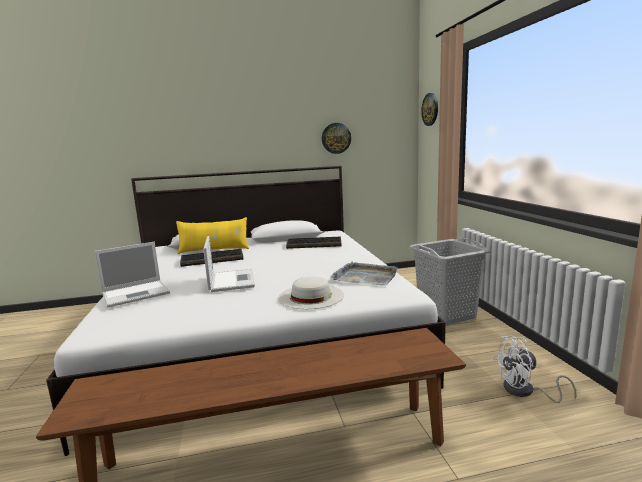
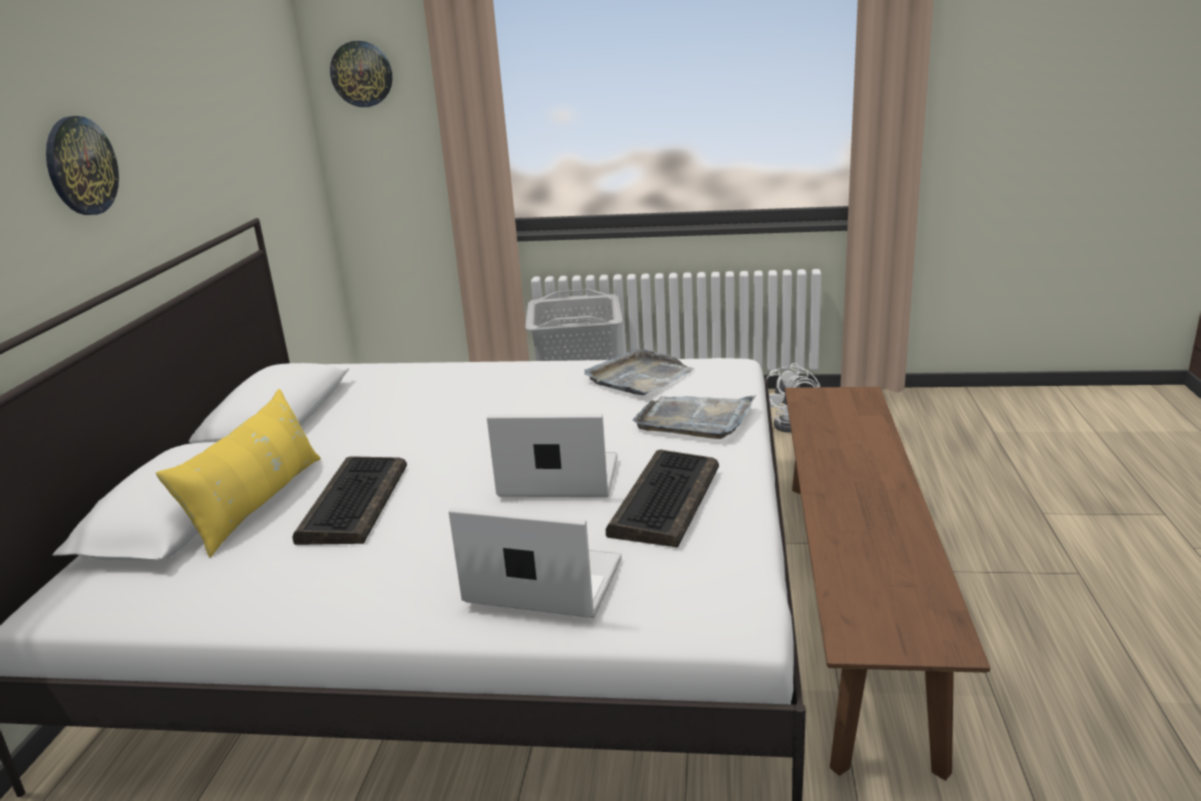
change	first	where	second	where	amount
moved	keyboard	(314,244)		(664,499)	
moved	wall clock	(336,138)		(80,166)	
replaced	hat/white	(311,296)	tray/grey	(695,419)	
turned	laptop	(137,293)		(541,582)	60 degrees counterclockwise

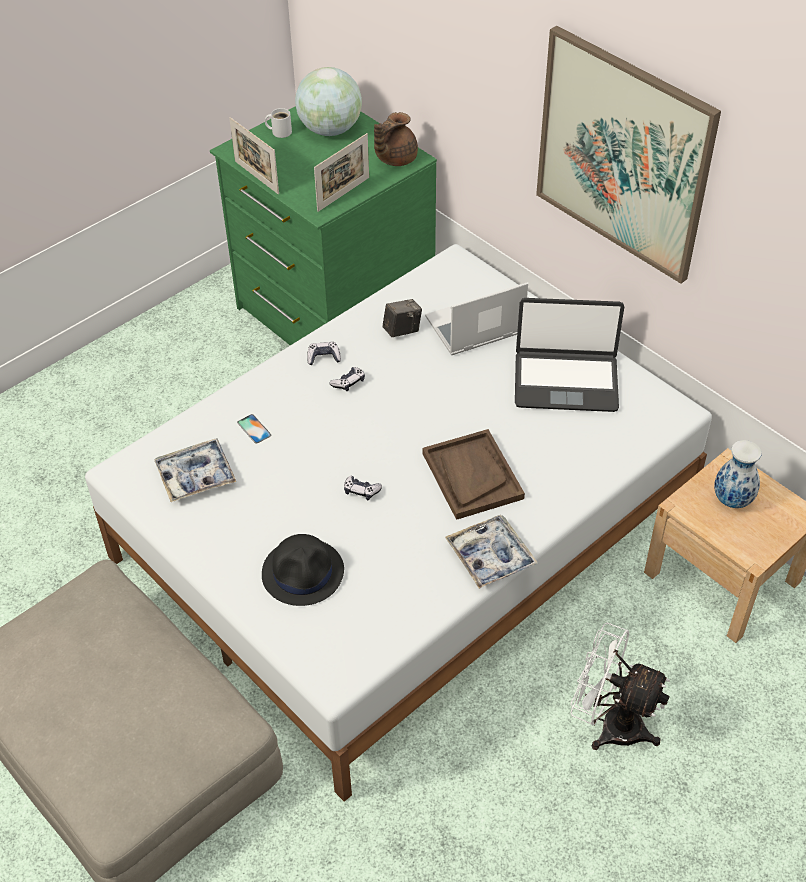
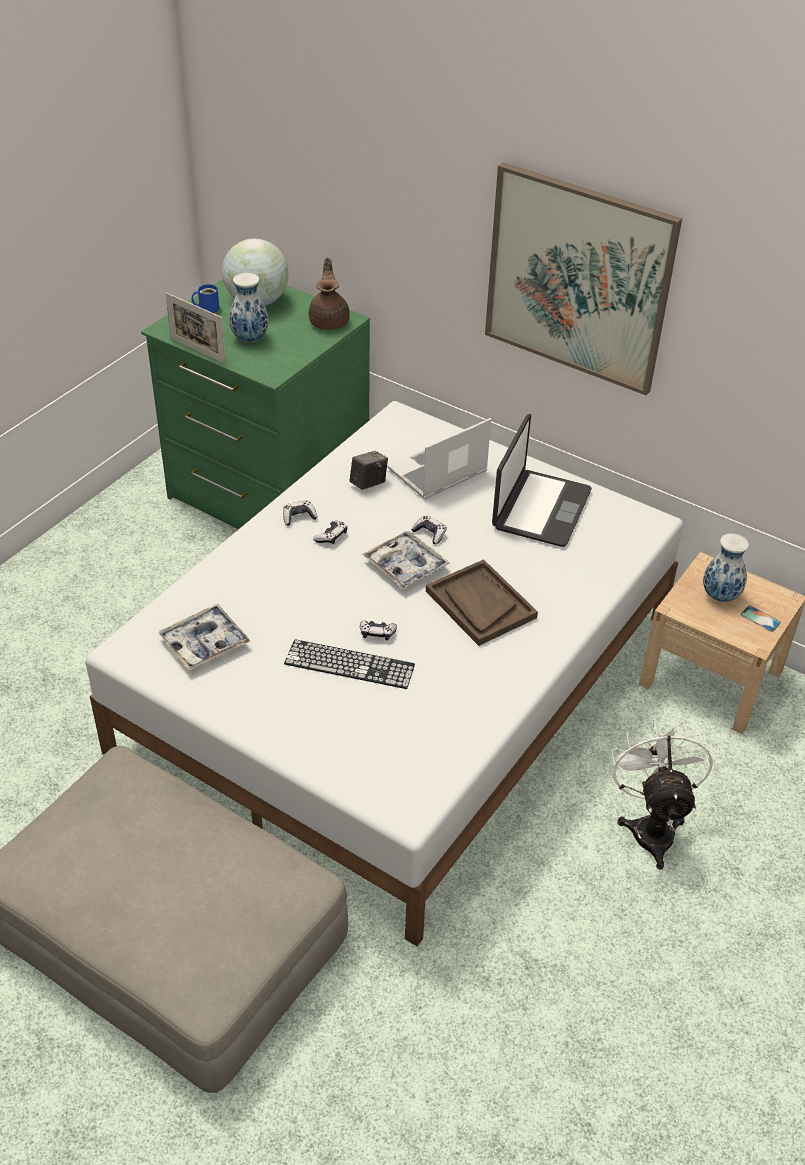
change	first	where	second	where	amount
removed	hat/black	(303,572)			
removed	picture frame	(343,194)			
added			vase	(249,339)	
added			keyboard	(349,664)	
added			game controller	(429,533)	
moved	phone	(254,429)		(760,618)	
moved	tray	(490,556)		(405,566)	
recoloured	mug/white	(280,131)	mug/blue	(207,308)	
turned	teapot/brown	(394,159)		(329,321)	150 degrees clockwise
turned	laptop	(565,381)		(540,509)	60 degrees counterclockwise
turned	fan/white	(610,724)		(651,826)	75 degrees clockwise

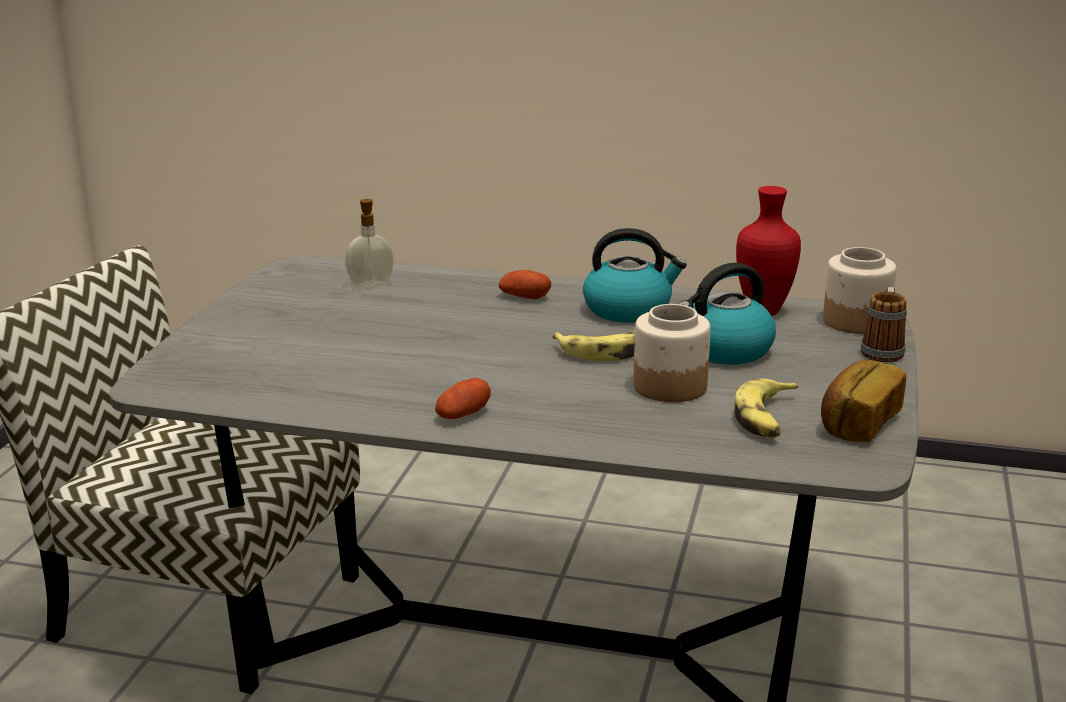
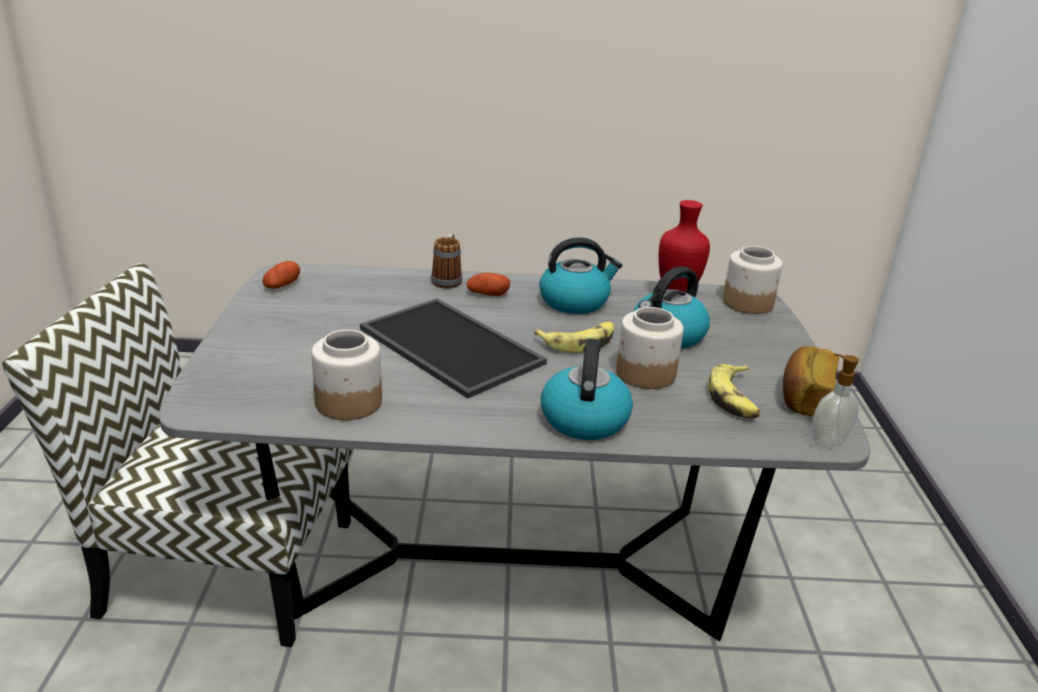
change	first	where	second	where	amount
added			jar	(347,402)	
added			tray	(447,346)	
added			kettle	(584,418)	
moved	soap dispenser	(370,284)		(827,441)	
moved	potato	(463,414)		(282,285)	
moved	mug	(883,350)		(447,279)	

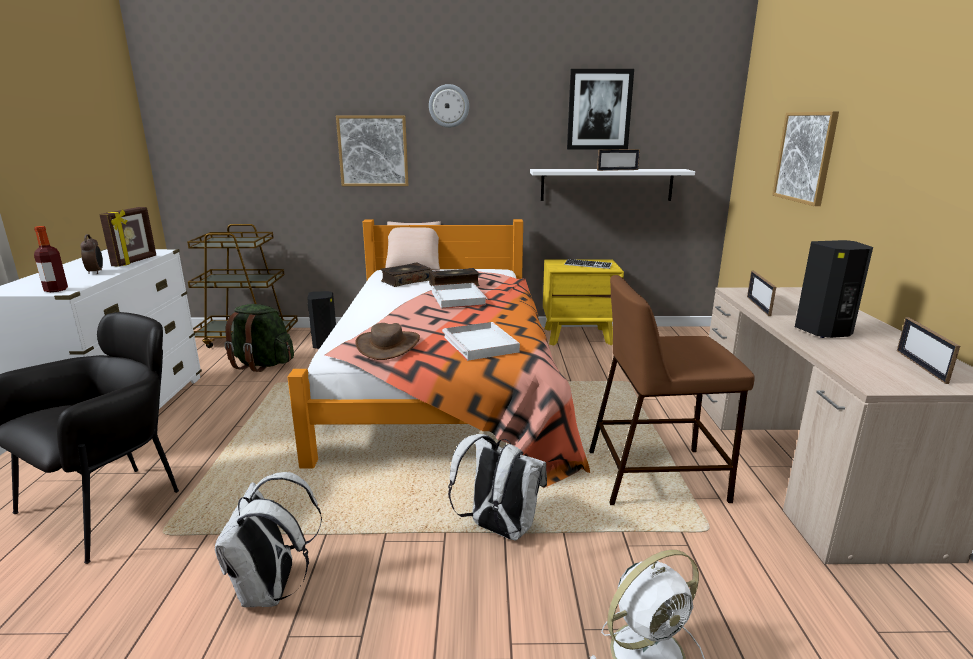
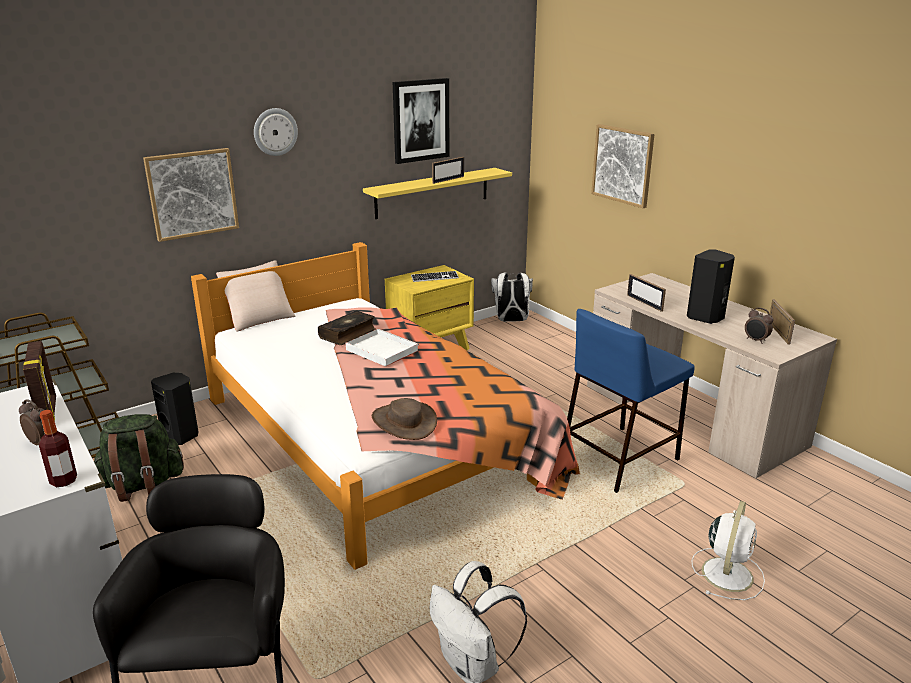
change	first	where	second	where	amount
removed	book	(406,281)			
removed	tray/white	(481,344)			
added			alarm clock	(756,340)	
moved	backpack/white	(498,529)		(511,321)	
recoloured	shelf/white	(606,184)	shelf/yellow	(432,193)	
recoloured	stool/brown	(657,475)	stool/blue	(619,457)	
turned	picture frame	(921,366)		(778,332)	150 degrees counterclockwise

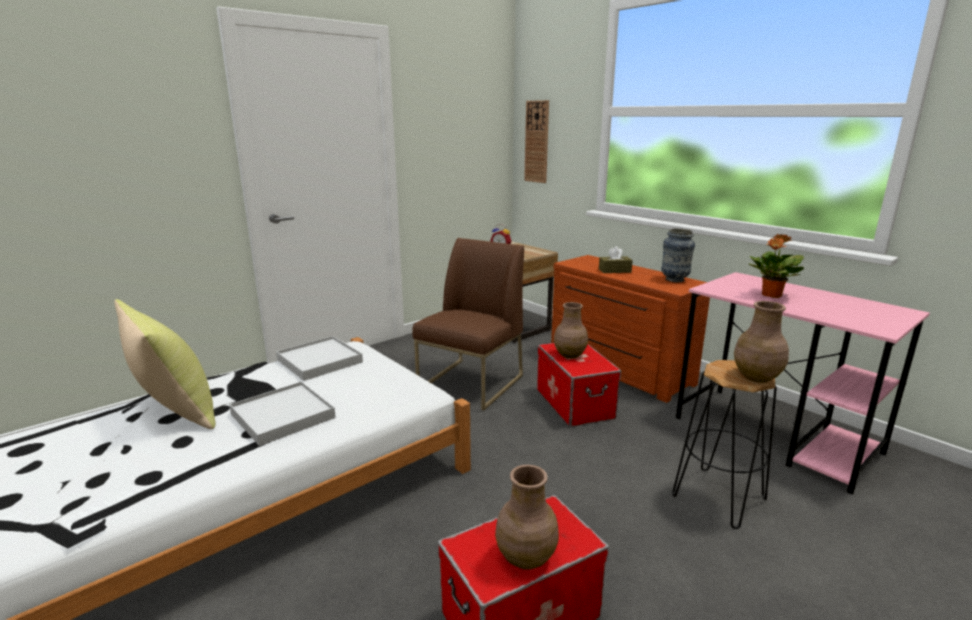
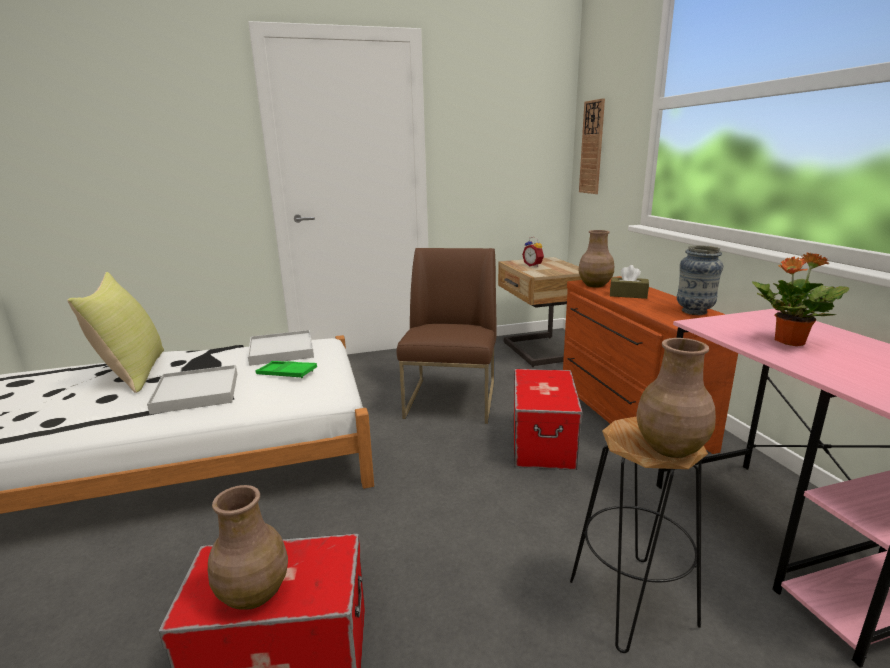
change	first	where	second	where	amount
added			tray/green	(286,373)	
moved	vase/brown	(569,355)		(594,285)	
turned	chair/brown	(471,384)		(452,400)	45 degrees counterclockwise

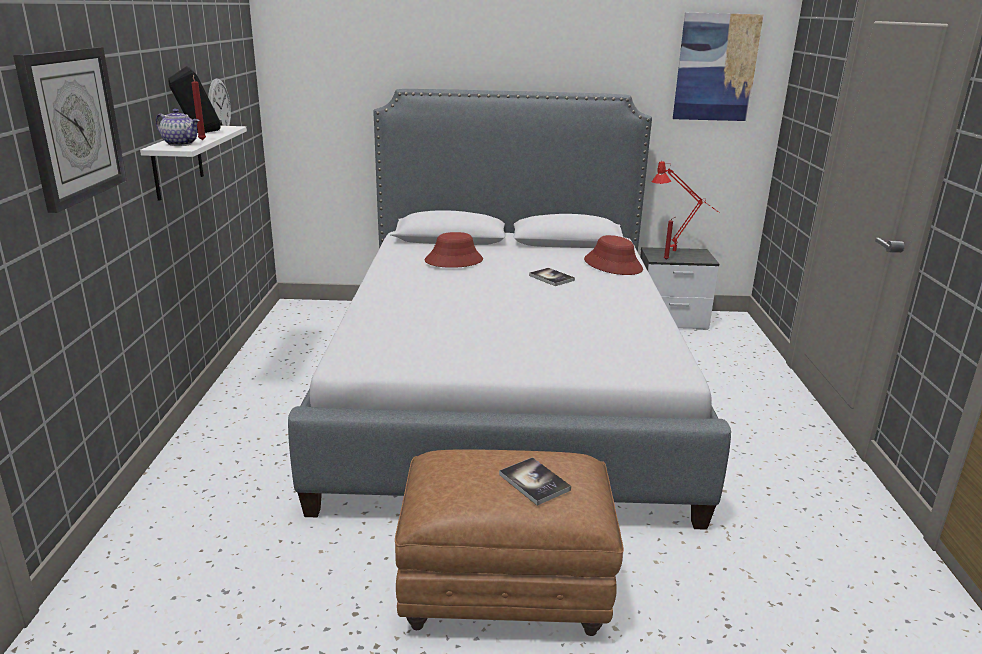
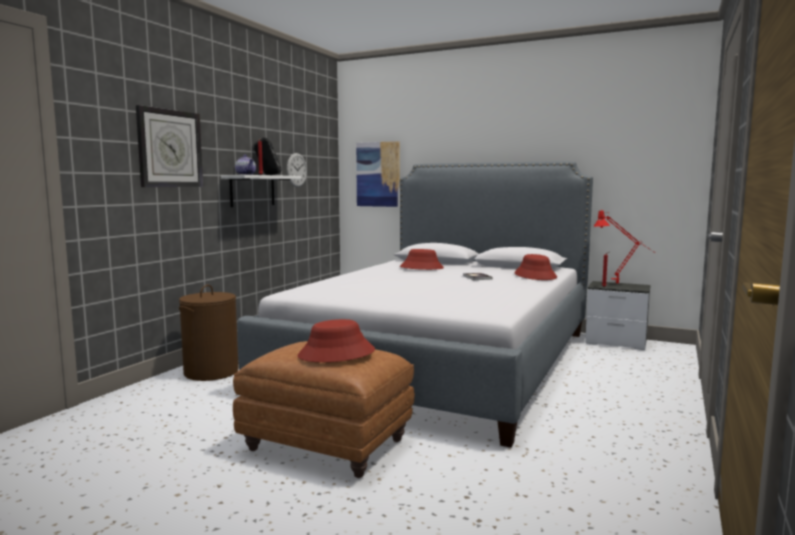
change	first	where	second	where	amount
added			laundry basket/brown	(211,372)	
moved	picture	(716,67)		(378,174)	
replaced	book	(534,482)	hat/red	(336,354)	

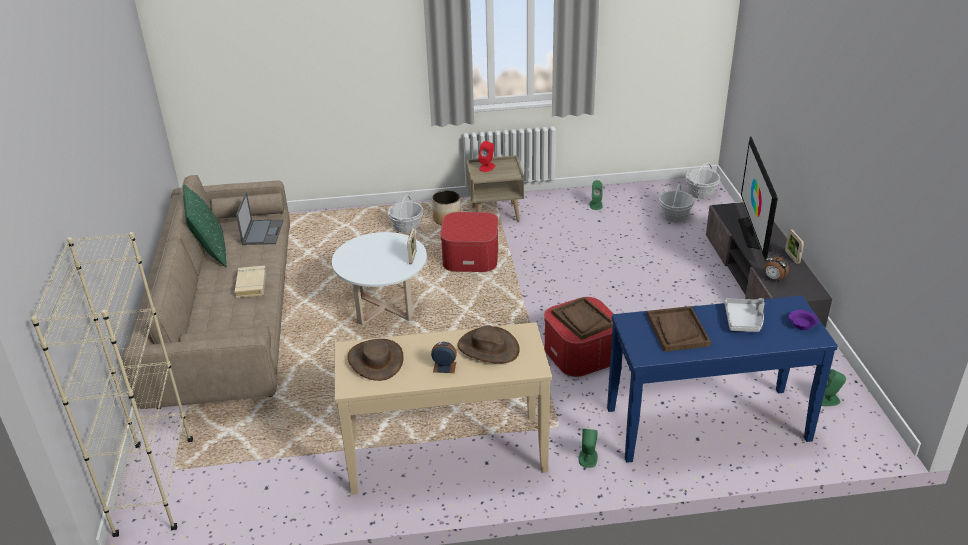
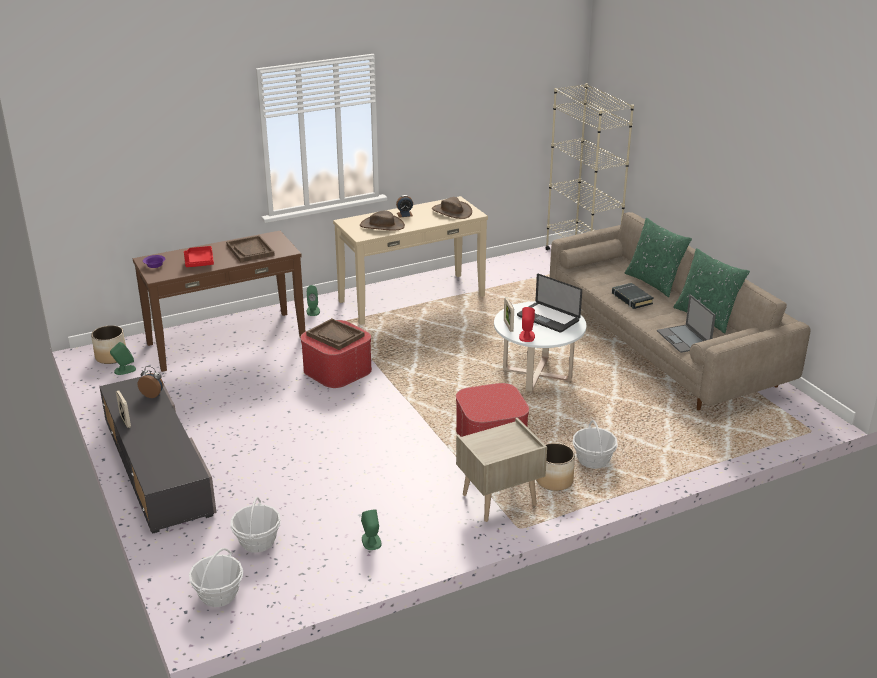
change	first	where	second	where	amount
removed	television	(753,233)			
added			planter	(111,357)	
added			laptop	(548,318)	
added			pillow/green	(654,282)	
moved	speaker/red	(487,167)		(527,336)	
recoloured	book/beige	(251,284)	book/black	(631,299)	
recoloured	console table/blue	(707,424)	console table/brown	(226,340)	
recoloured	tray/grey	(744,320)	tray/red	(199,262)	

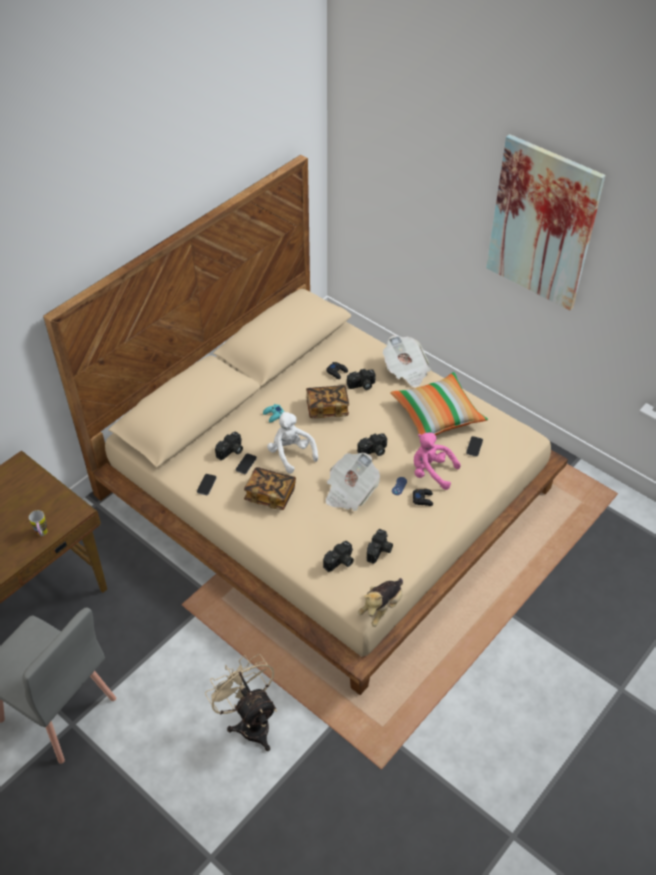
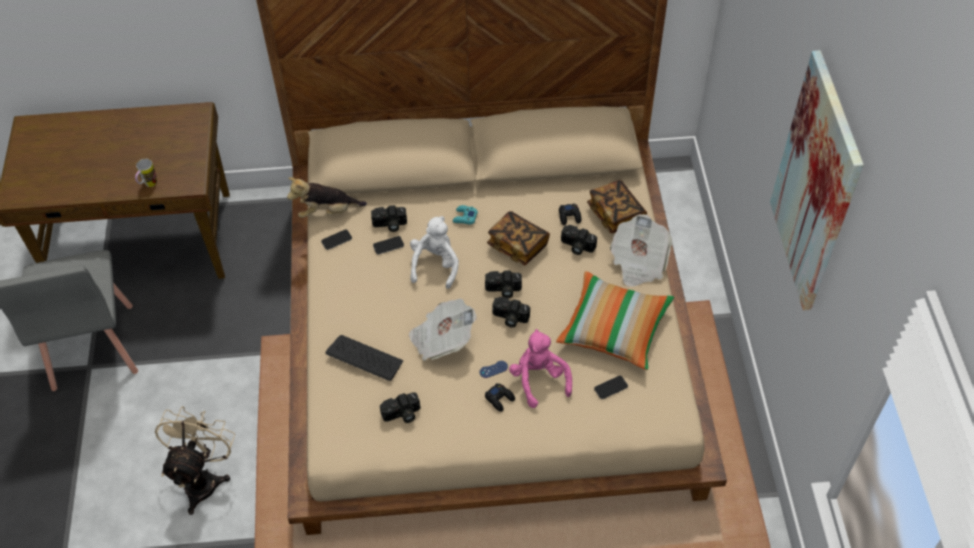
change	first	where	second	where	amount
added			keyboard	(364,358)	
moved	book	(270,495)		(615,214)	
moved	photo camera	(340,562)		(503,290)	
moved	plush toy	(381,607)		(327,212)	

